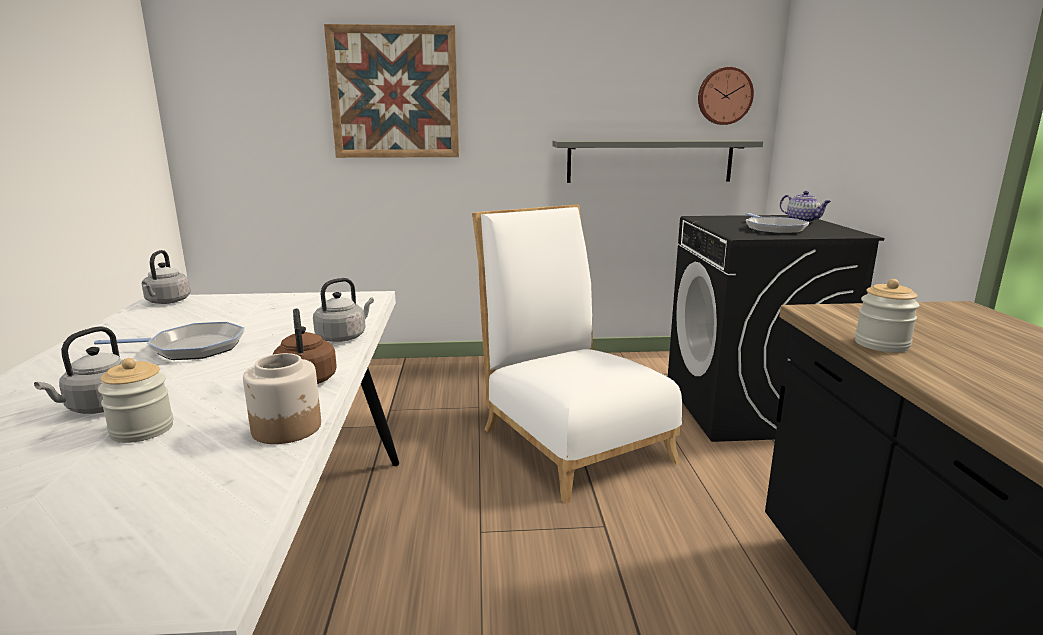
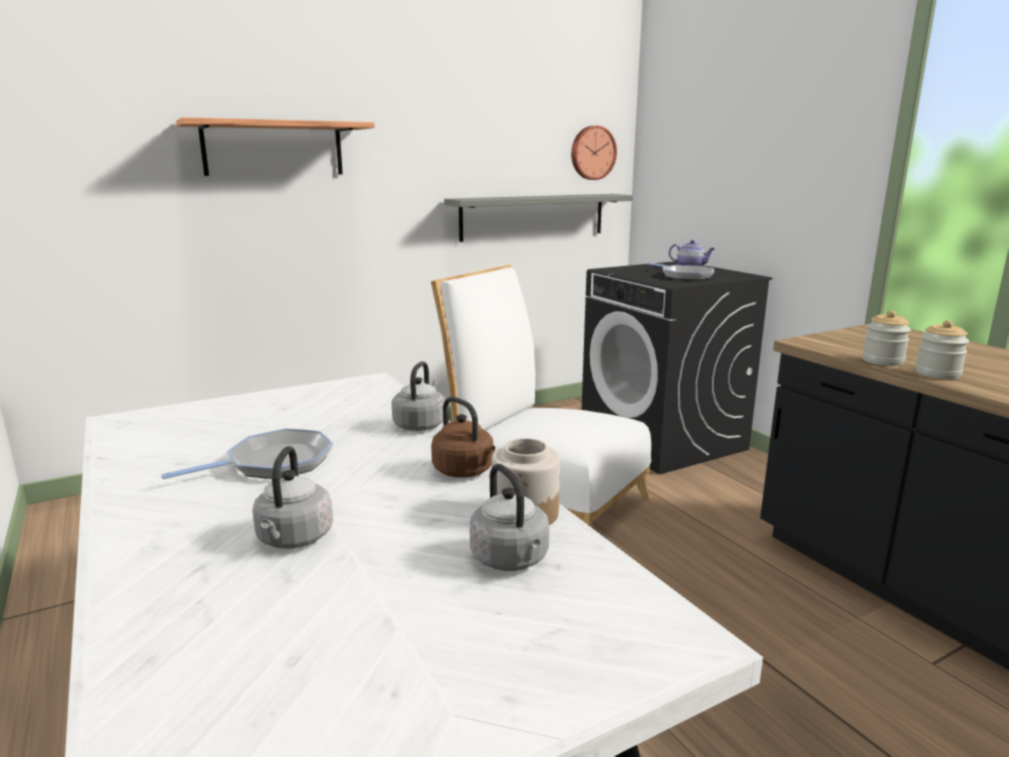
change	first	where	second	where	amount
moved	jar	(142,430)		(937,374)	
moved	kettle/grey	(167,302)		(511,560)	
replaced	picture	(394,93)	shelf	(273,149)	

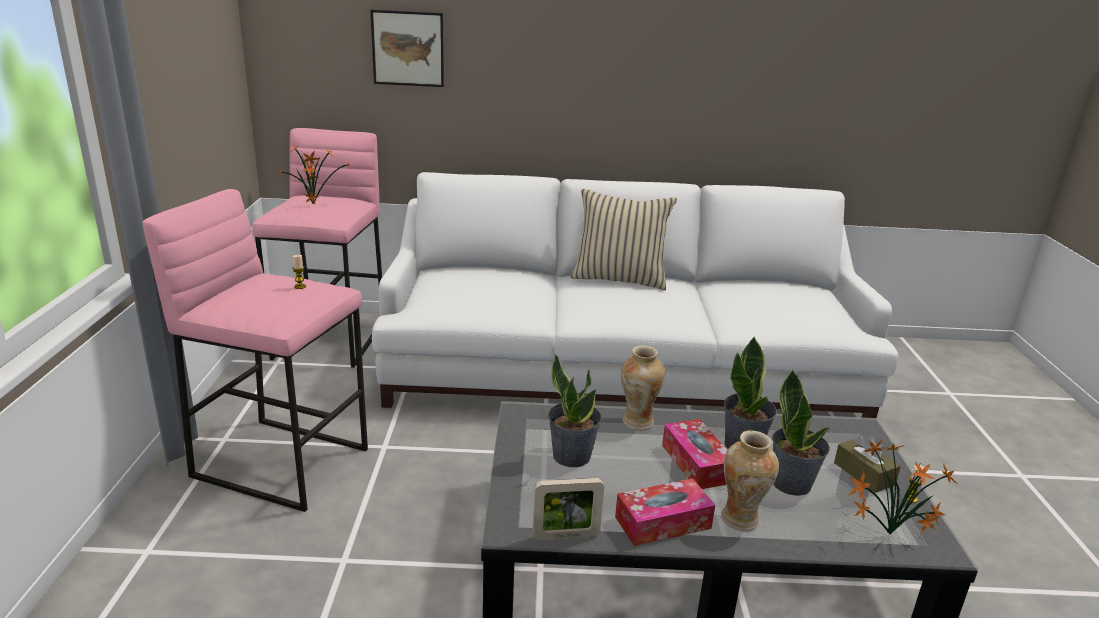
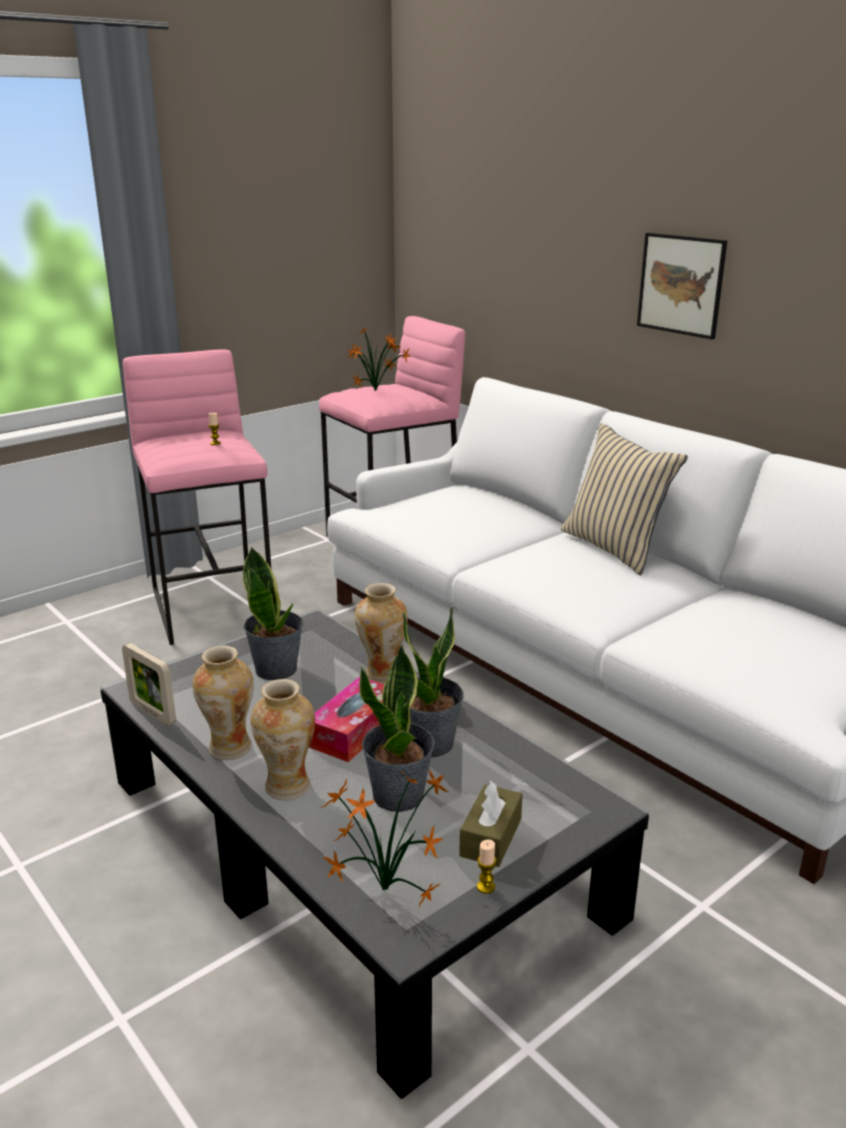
change	first	where	second	where	amount
moved	picture	(408,48)		(681,285)	
replaced	tissue box	(663,522)	vase	(229,749)	

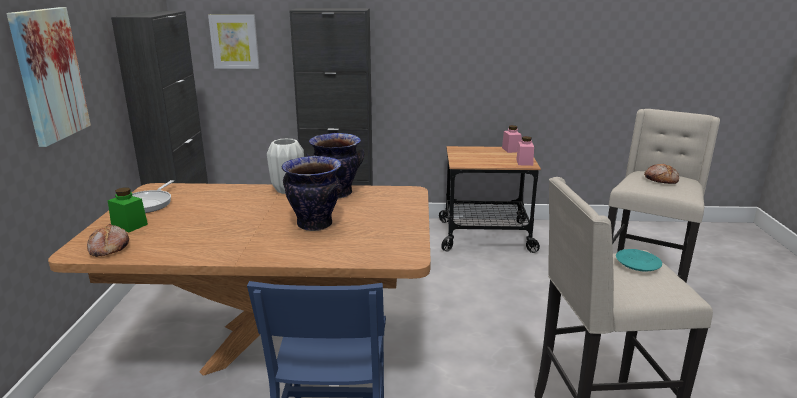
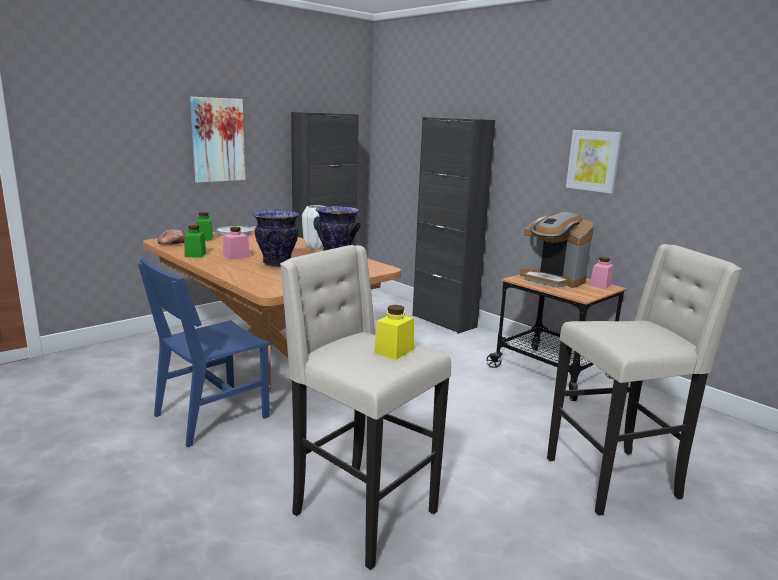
change	first	where	second	where	amount
removed	bread	(660,180)			
added			jar/green	(195,254)	
added			coffee machine	(552,279)	
moved	picture	(234,41)		(593,161)	
moved	jar/pink	(524,162)		(236,256)	
replaced	plate/turquoise	(637,265)	jar/yellow	(394,351)	

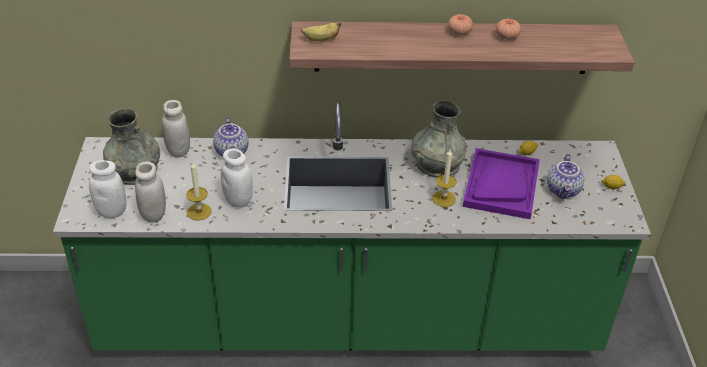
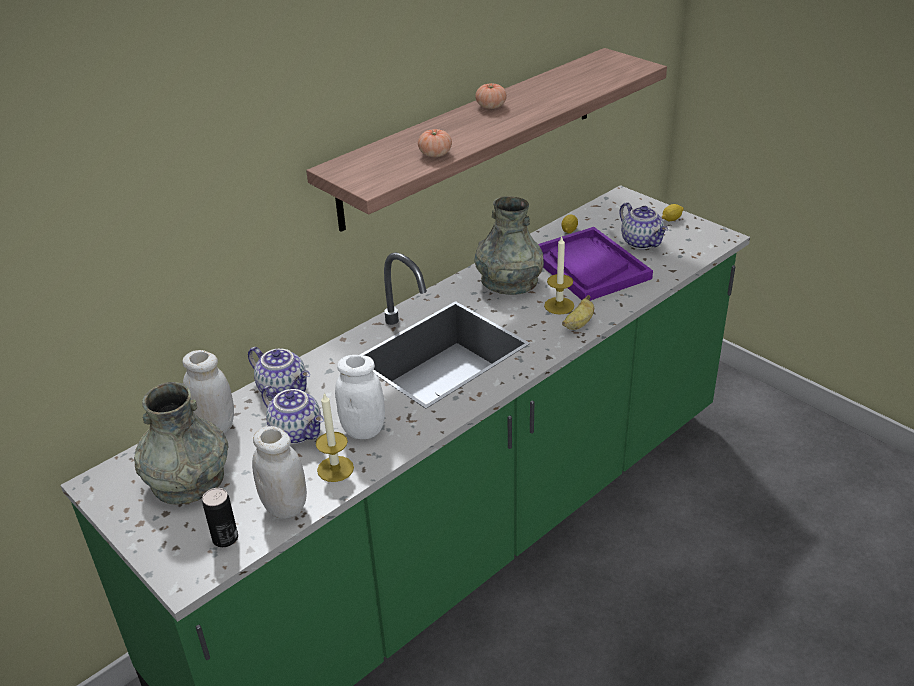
change	first	where	second	where	amount
added			teapot	(298,432)	
moved	banana	(321,39)		(578,324)	
moved	tomato	(507,36)		(435,154)	
replaced	jar/white	(112,211)	can	(225,538)	

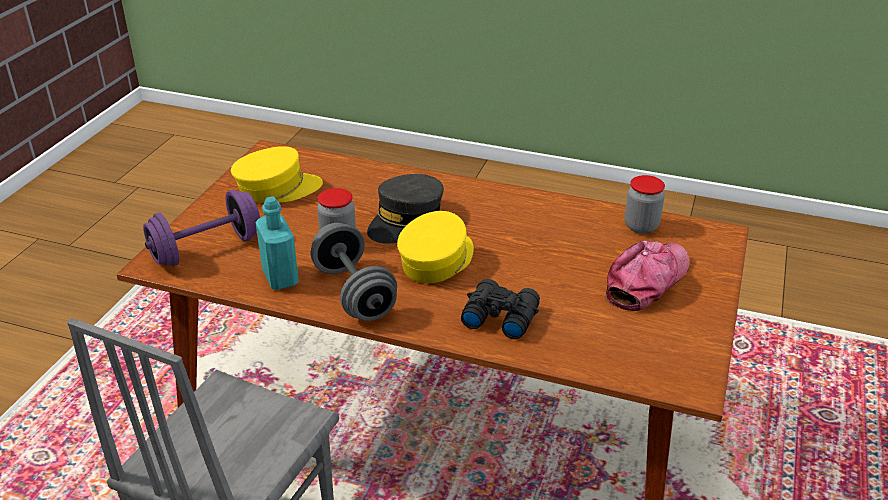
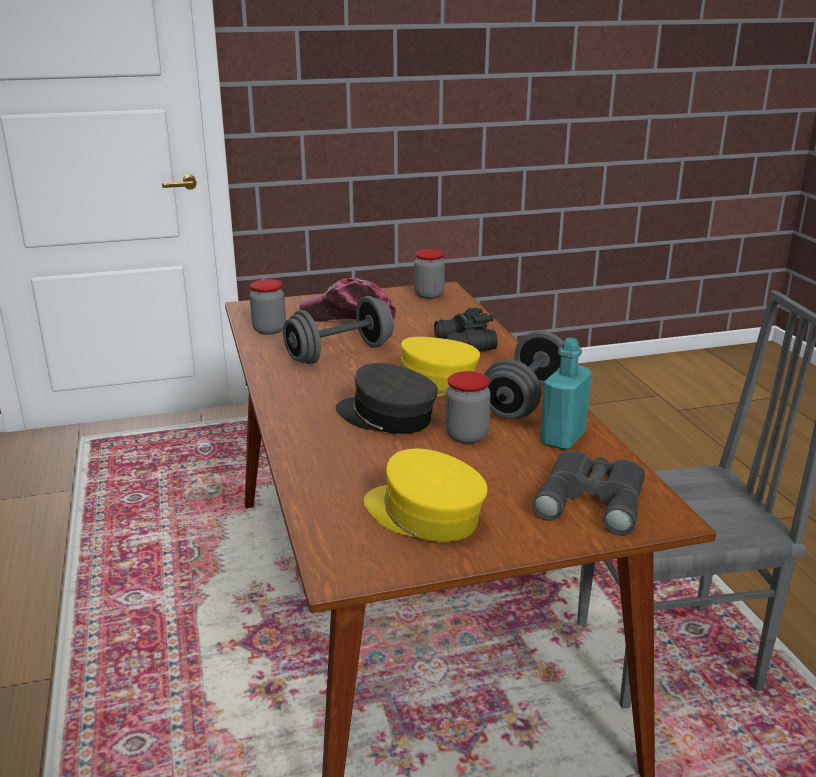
change	first	where	second	where	amount
added			dumbbell/grey	(340,353)	
added			jar	(429,295)	
replaced	dumbbell/purple	(207,249)	binoculars/grey	(592,498)	
turned	cap/grey	(406,220)		(386,417)	150 degrees counterclockwise

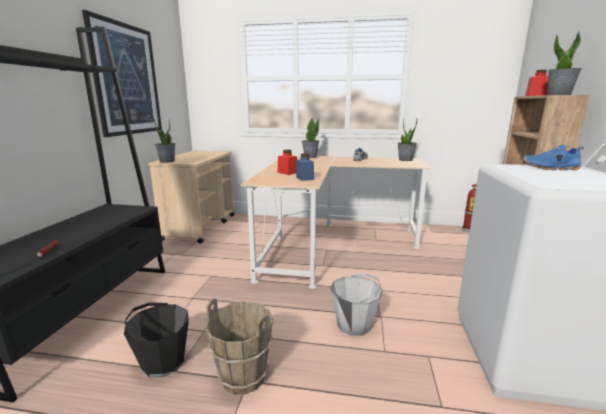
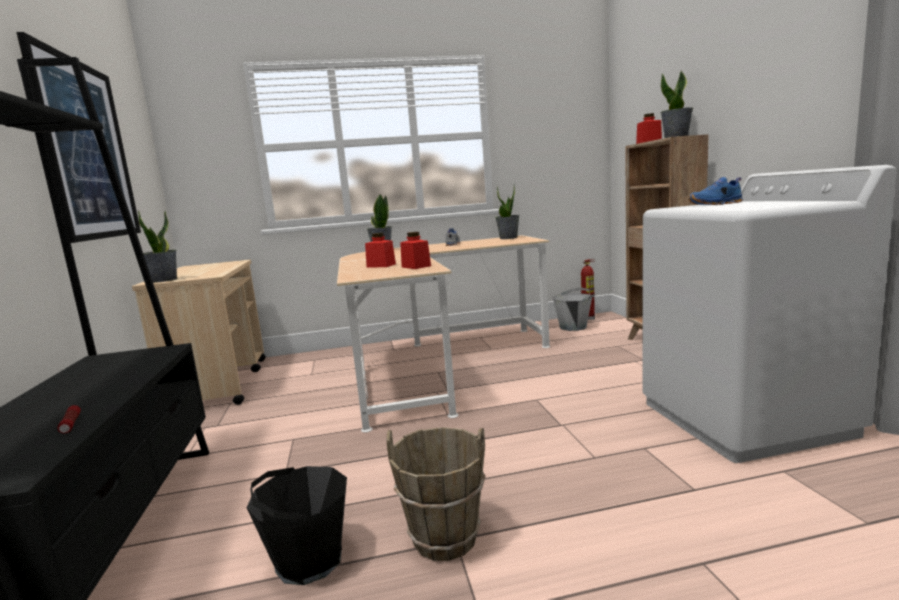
change	first	where	second	where	amount
moved	bucket/grey	(354,324)		(573,327)	
recoloured	jar/blue	(305,178)	jar/red	(416,266)	

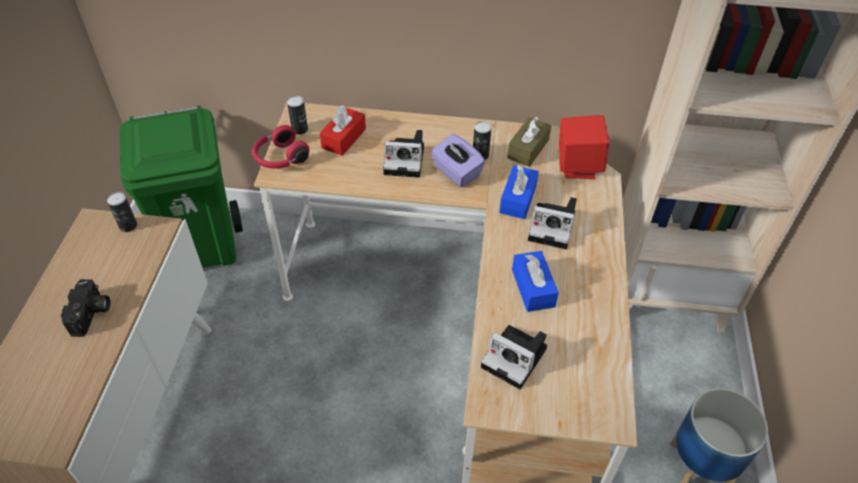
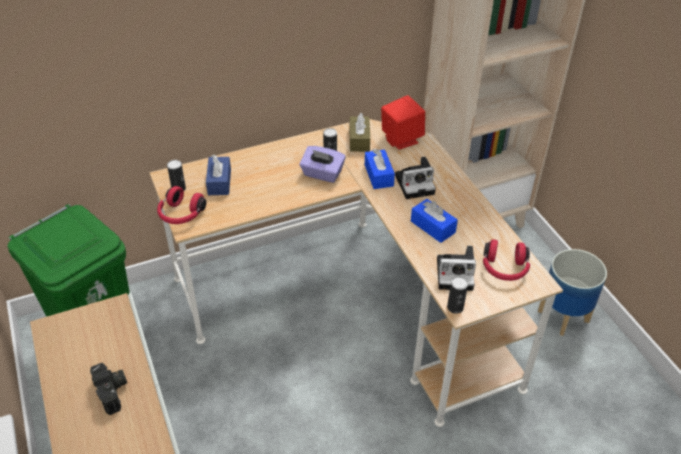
change	first	where	second	where	amount
removed	photo camera	(406,160)			
added			headphones/red	(504,269)	
moved	can	(128,226)		(455,307)	
recoloured	tissue box/red	(344,138)	tissue box/blue	(219,182)	

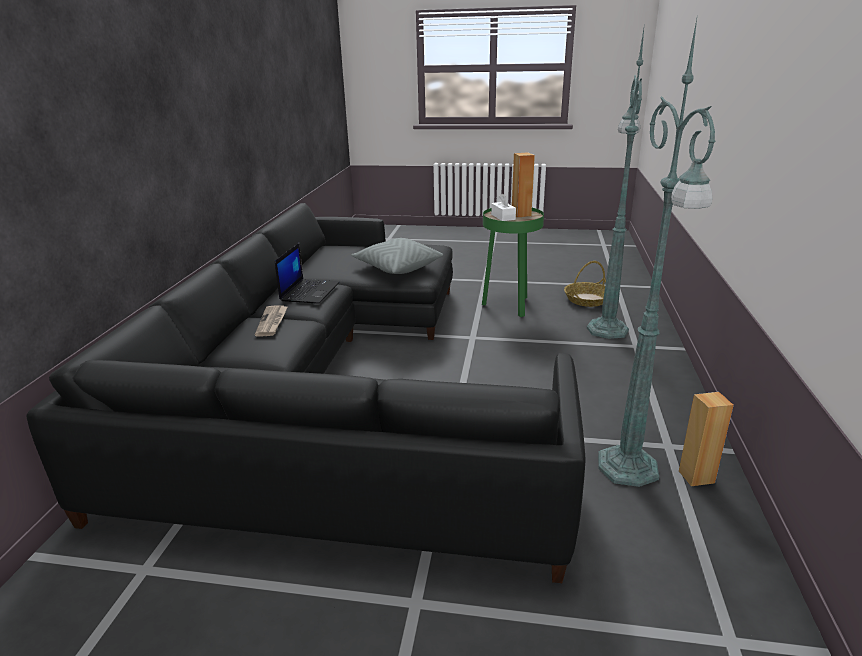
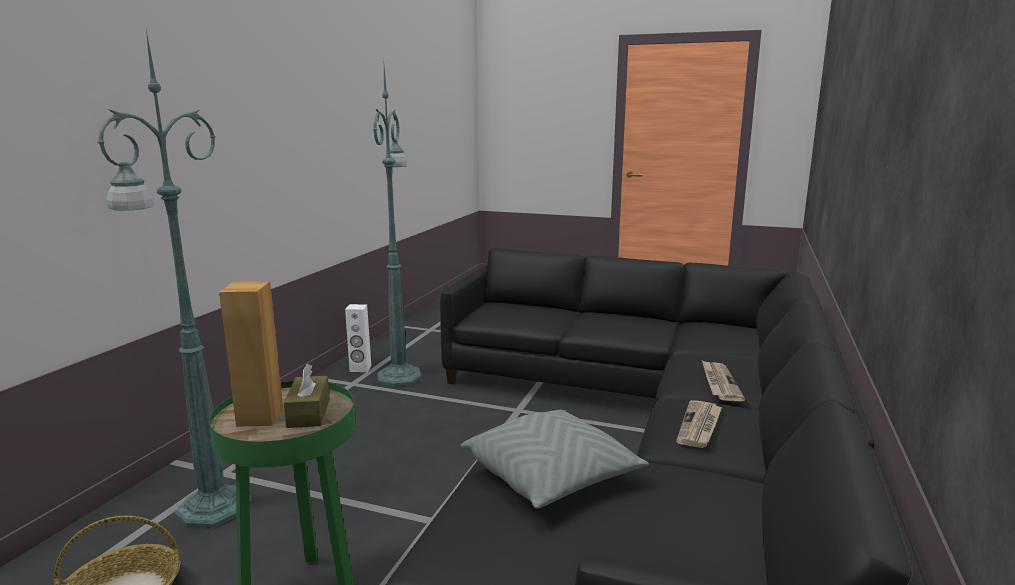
change	first	where	second	where	amount
replaced	laptop	(309,291)	newspaper	(700,426)	
recoloured	tissue box/white	(503,217)	tissue box/brown	(308,413)	
recoloured	speaker/brown	(696,476)	speaker/white	(360,369)	

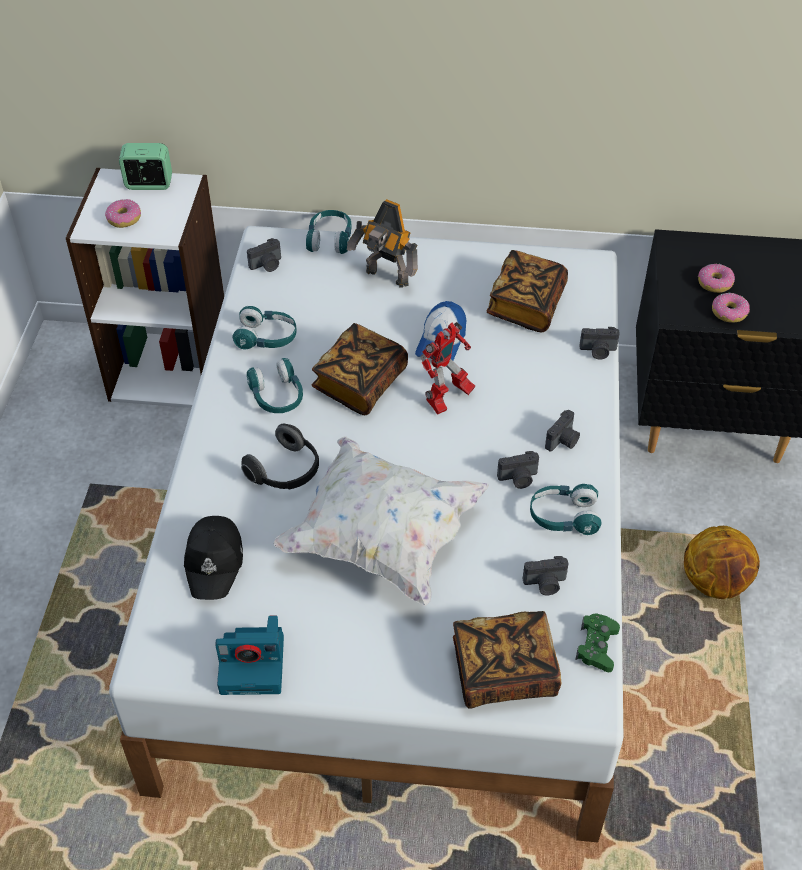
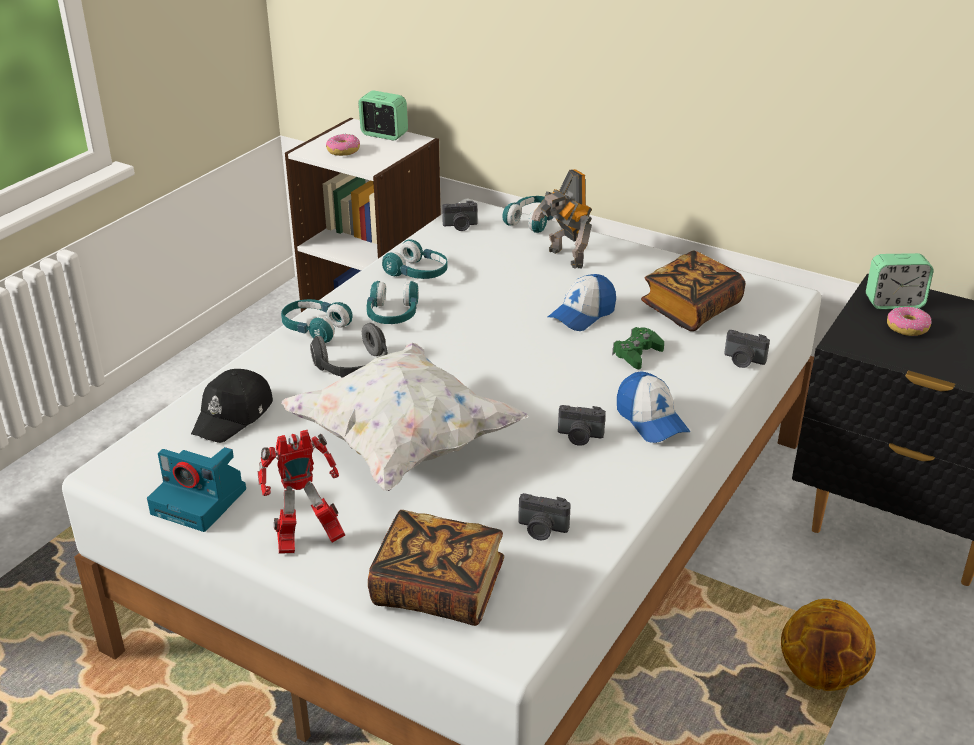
change	first	where	second	where	amount
removed	book	(360,383)			
removed	donut	(729,313)			
added			alarm clock	(894,303)	
moved	toy robot	(447,400)		(306,541)	
moved	headphones/turquoise	(563,517)		(315,329)	
moved	game controller/green	(597,646)		(637,354)	
replaced	photo camera	(563,441)	cap	(651,420)	

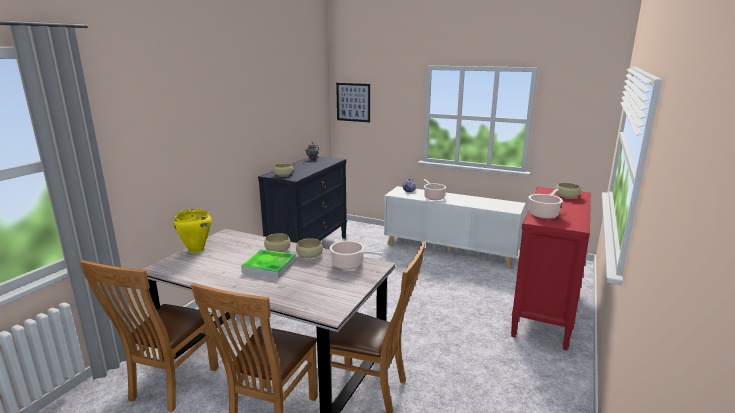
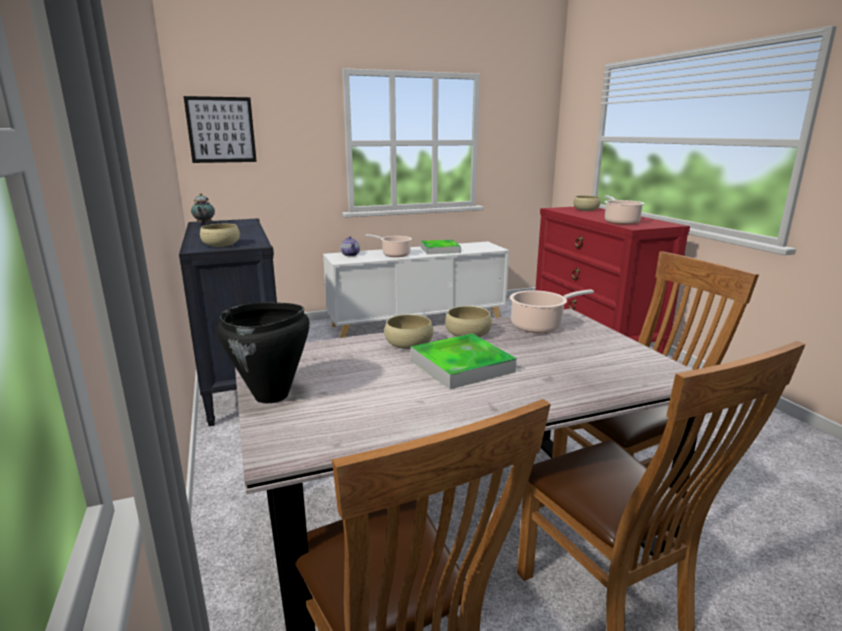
change	first	where	second	where	amount
added			tray	(440,250)	
recoloured	cooking pot/yellow	(196,250)	cooking pot/black	(272,396)	

